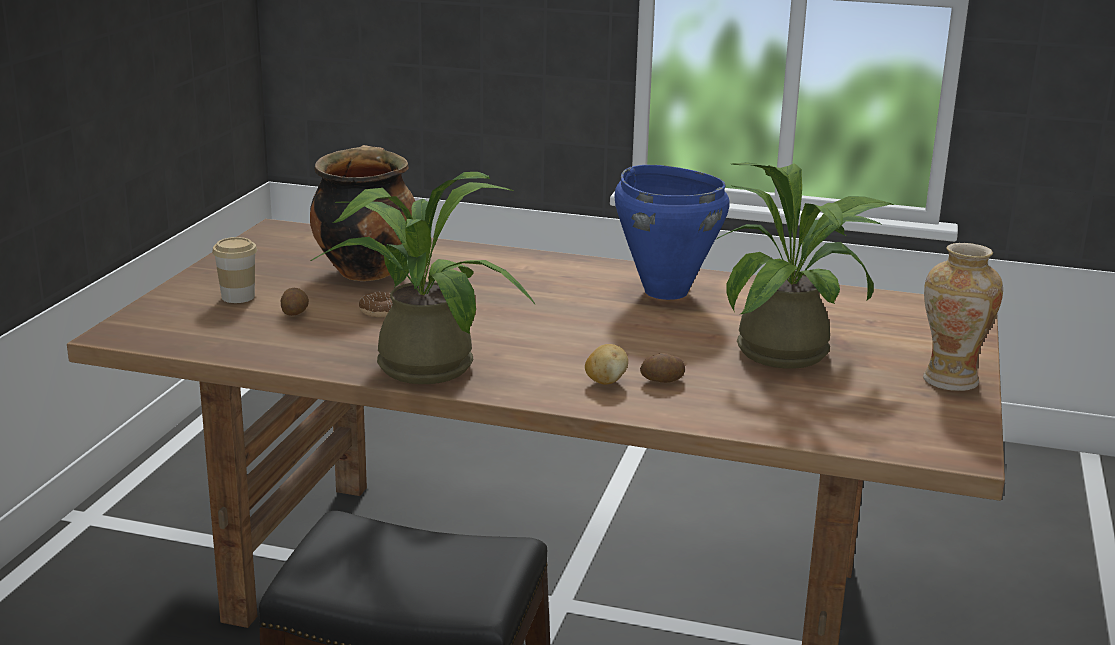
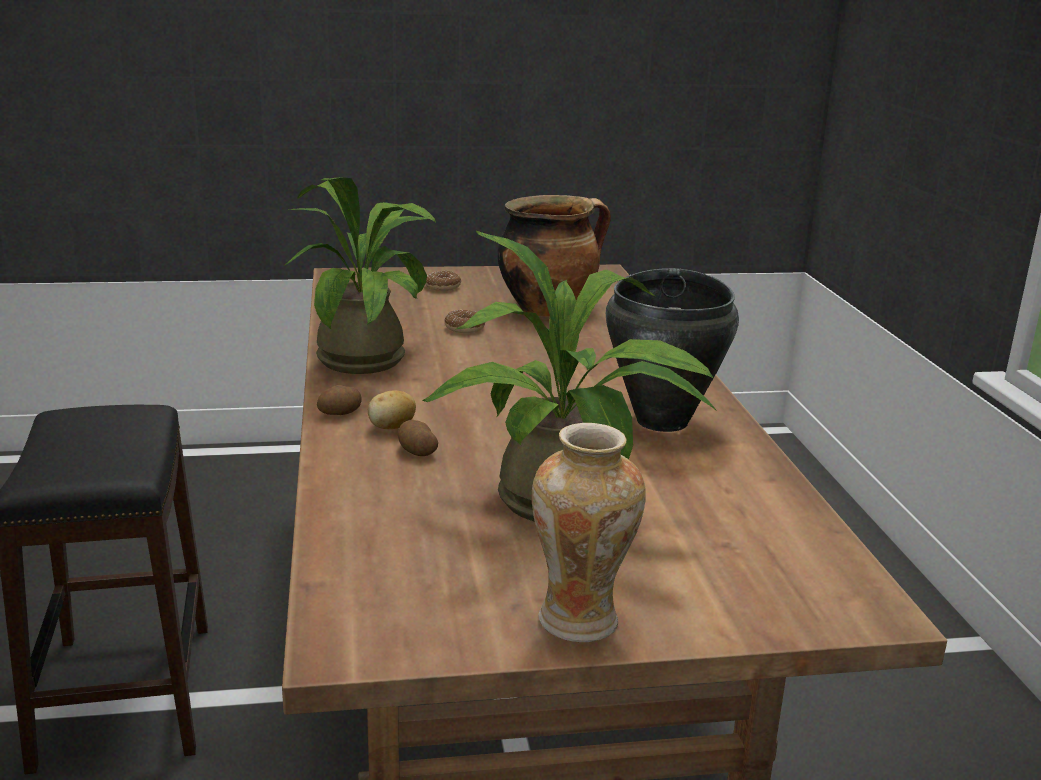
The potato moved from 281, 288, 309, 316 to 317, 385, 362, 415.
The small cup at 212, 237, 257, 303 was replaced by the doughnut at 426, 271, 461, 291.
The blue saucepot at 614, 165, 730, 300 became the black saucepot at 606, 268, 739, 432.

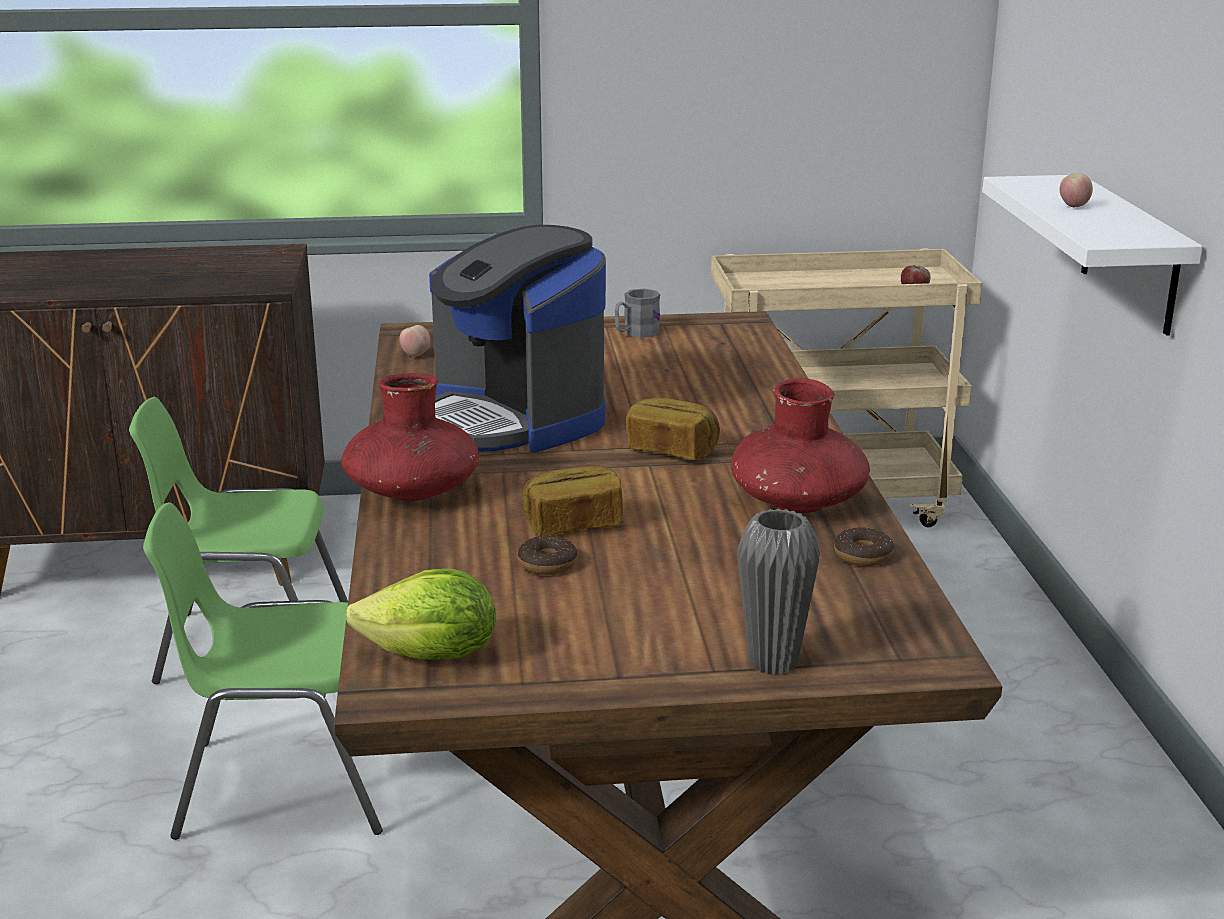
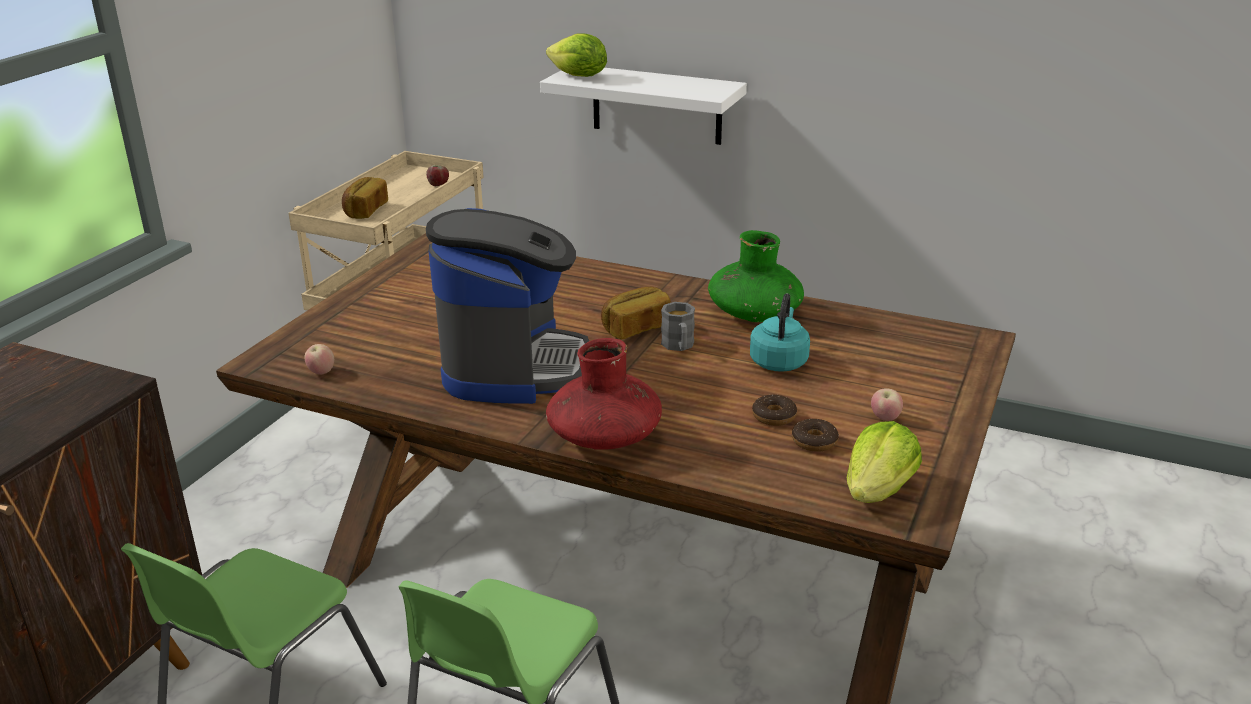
The gray vase at 737, 509, 820, 675 disappeared.
The head of lettuce at 546, 33, 607, 77 appeared.
The blue-green kettle at 750, 293, 810, 372 appeared.
The bread moved from 522, 466, 623, 536 to 342, 177, 388, 219.
The gray mug moved from 615, 289, 660, 338 to 661, 302, 695, 351.
The doughnut moved from 834, 527, 894, 566 to 792, 419, 839, 452.
The whole apple moved from 1060, 173, 1093, 207 to 871, 388, 903, 421.
The red vase at 731, 378, 870, 513 became the green-coloured vase at 708, 230, 804, 322.
The coffee machine at 429, 225, 606, 453 turned 75 degrees counterclockwise.

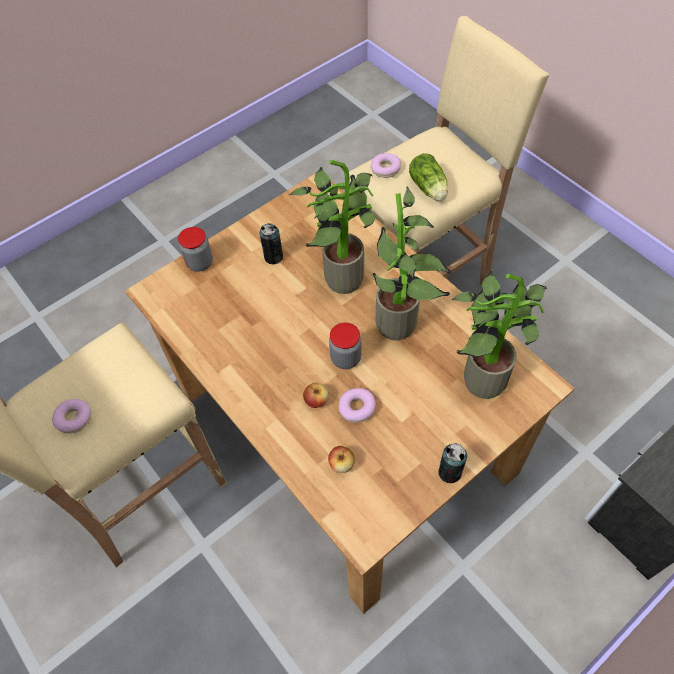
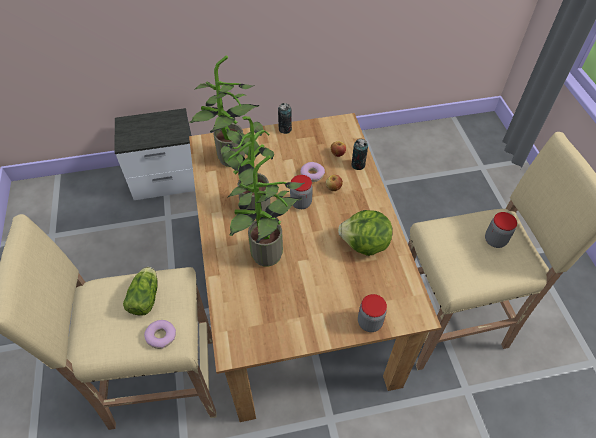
The head of lettuce at 338, 210, 392, 256 appeared.
The sealed can moved from 260, 223, 283, 265 to 351, 139, 368, 170.
The doughnut at 52, 399, 92, 433 was replaced by the storage jar at 485, 212, 517, 248.

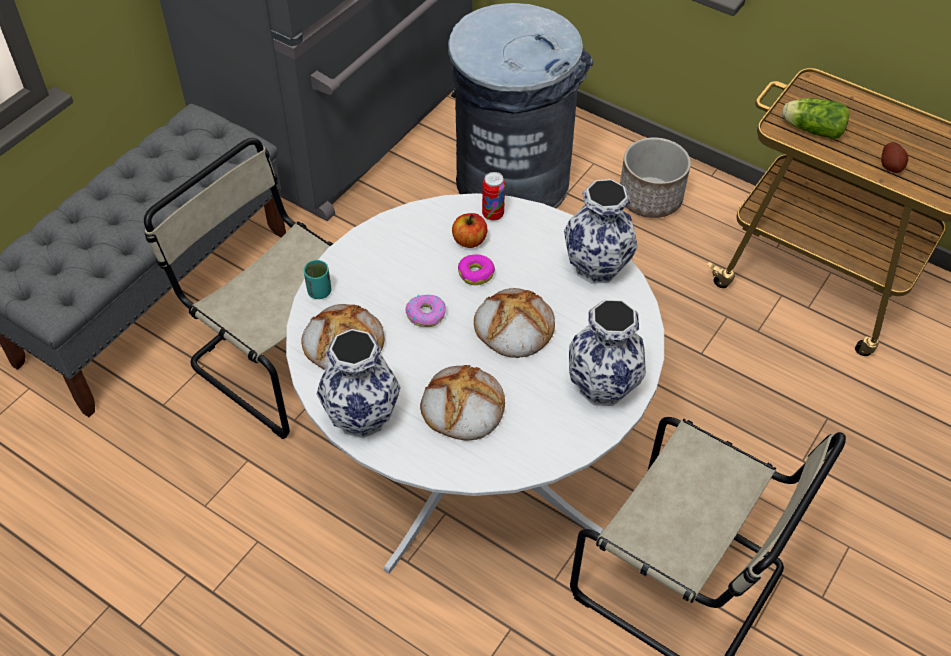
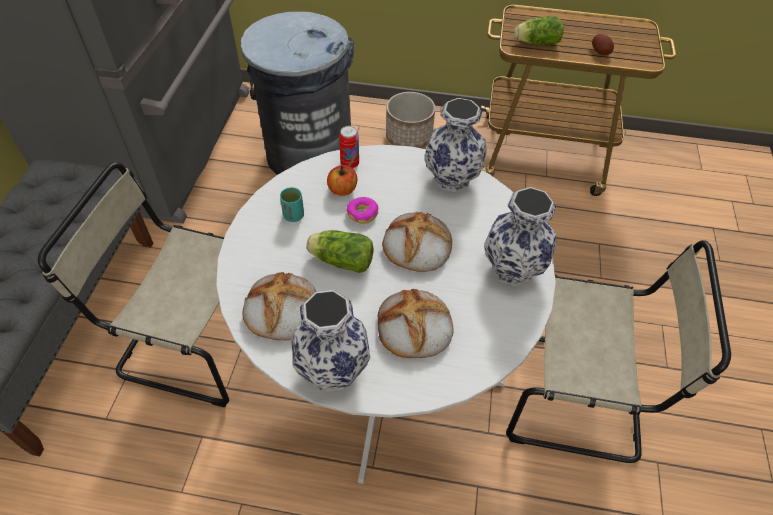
The blue-green small cup moved from 304, 260, 332, 299 to 280, 187, 304, 222.
The doughnut at 406, 294, 446, 327 was replaced by the head of lettuce at 306, 230, 374, 273.

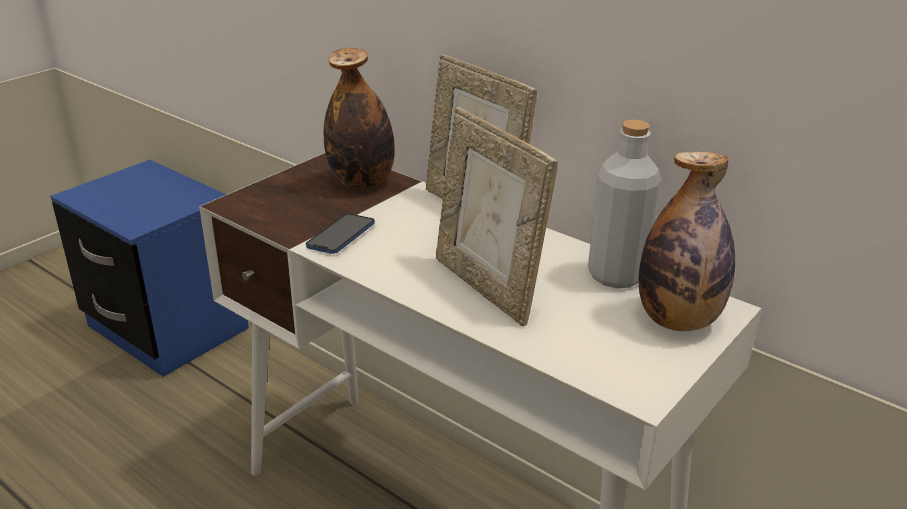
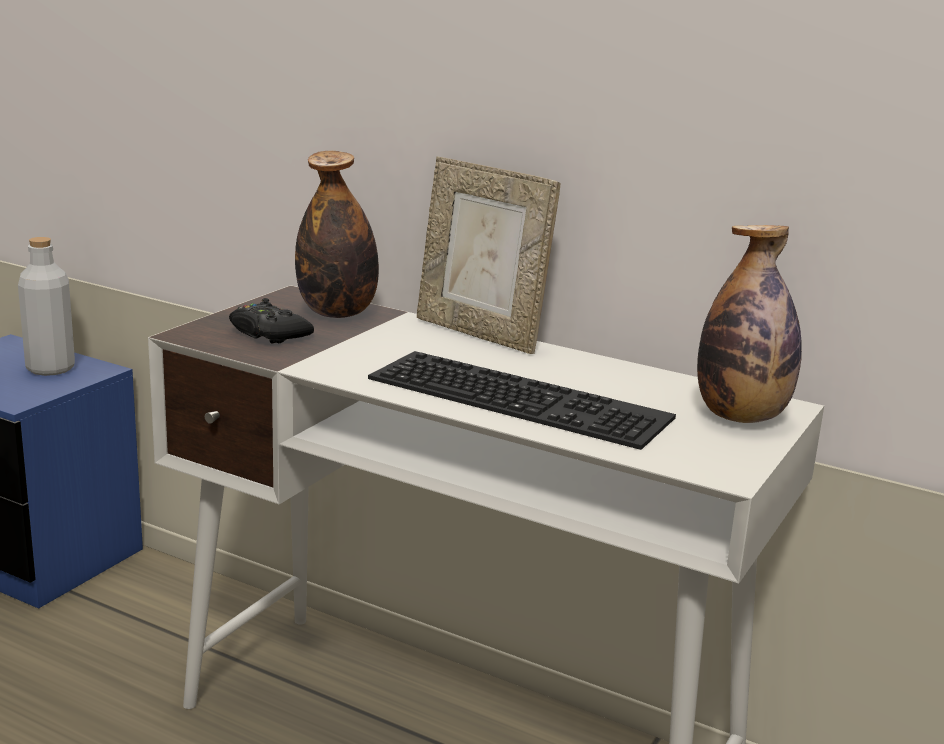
The telephone at 306, 214, 375, 254 disappeared.
The black game controller at 229, 298, 314, 343 appeared.
The gray beverage bottle moved from 588, 120, 661, 288 to 18, 237, 75, 376.
The standing frame at 436, 107, 558, 326 was replaced by the keyboard at 368, 351, 676, 450.

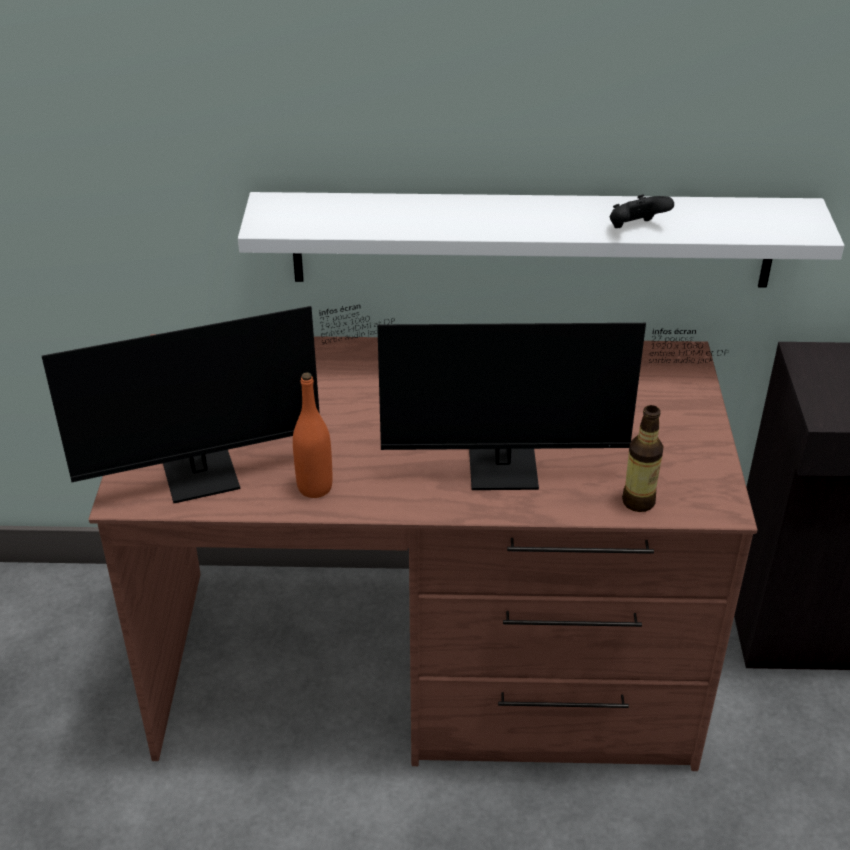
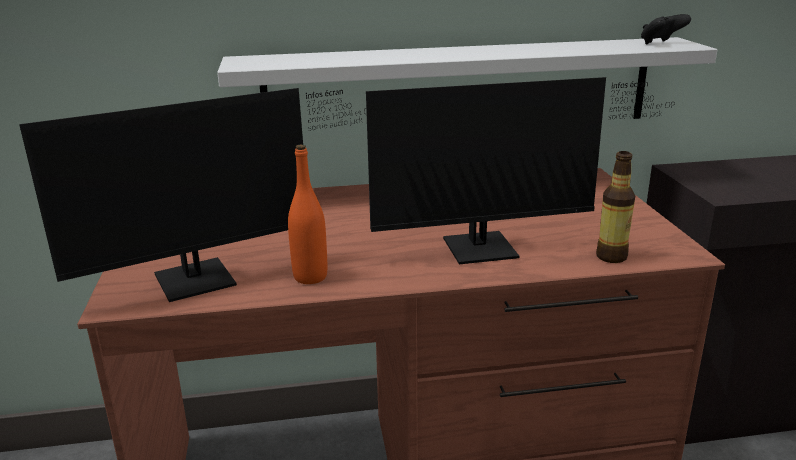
The black game controller moved from 610, 194, 674, 228 to 641, 14, 691, 44.

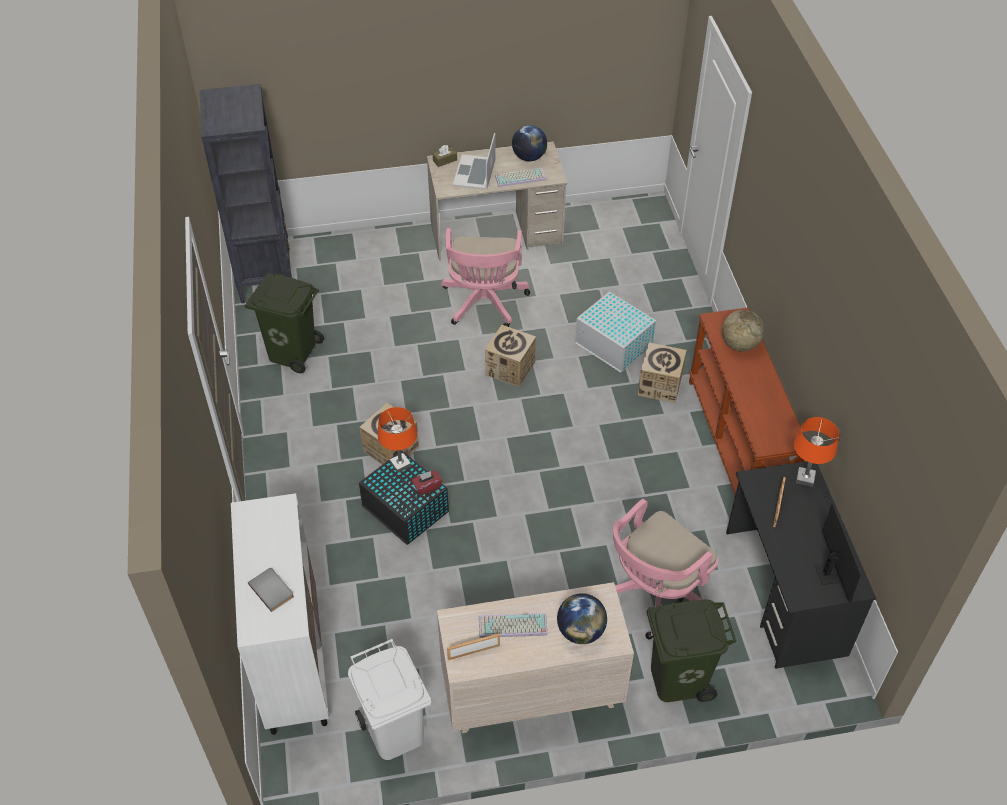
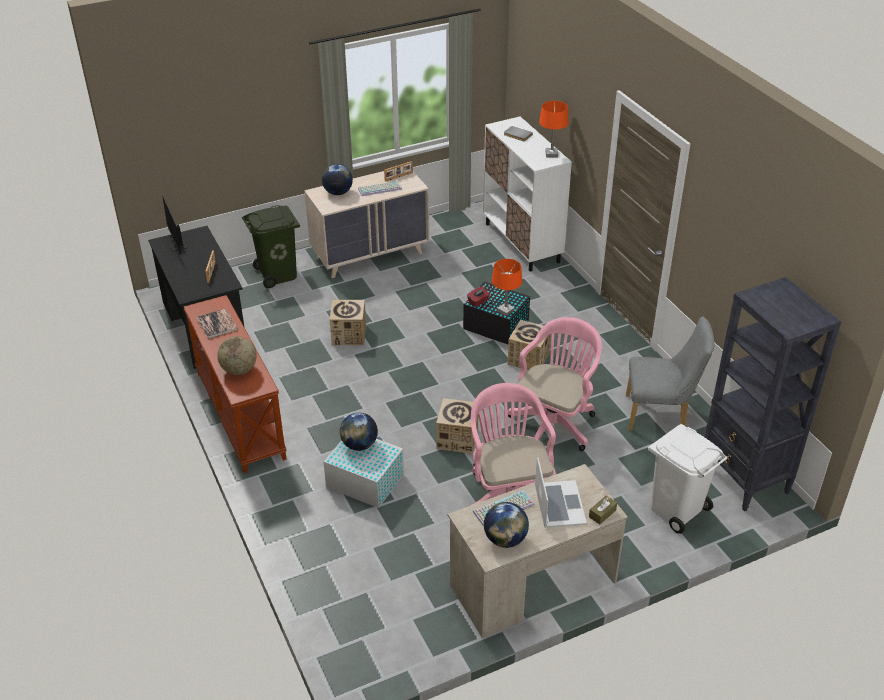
The book at 197, 308, 238, 339 appeared.
The globe at 340, 413, 378, 451 appeared.
The white-coloured rubbish bin moved from 348, 639, 432, 760 to 648, 424, 728, 534.
The pink-coloured office chair moved from 613, 499, 718, 639 to 508, 317, 602, 451.
The packing box moved from 638, 343, 686, 403 to 330, 300, 366, 345.
The orange-coloured lamp for a table moved from 794, 417, 839, 487 to 539, 101, 569, 158.
The green-coloured rubbish bin at 245, 273, 324, 373 was replaced by the gray chair at 626, 316, 714, 431.

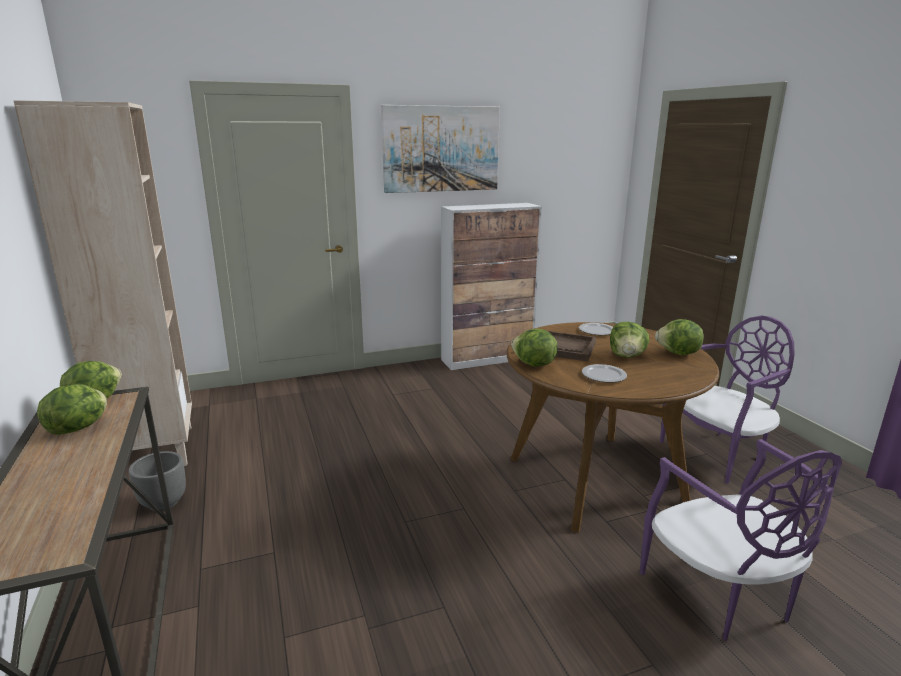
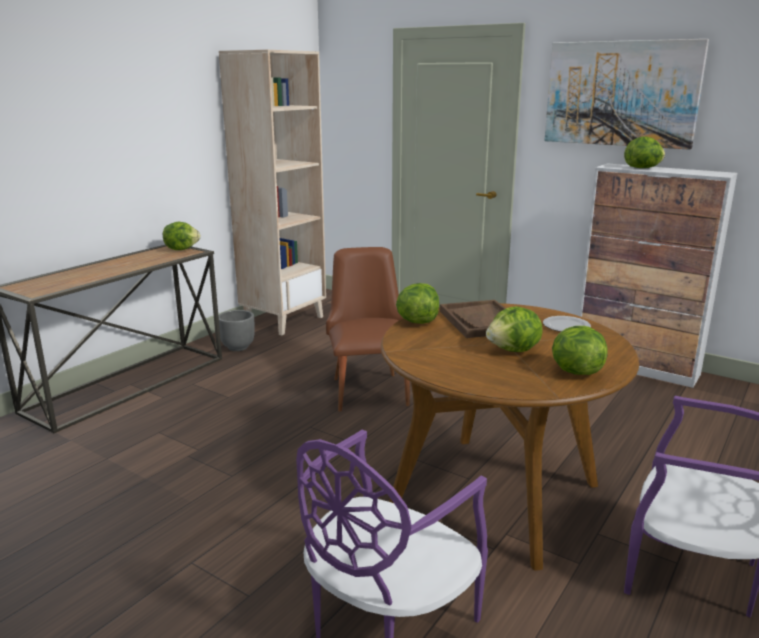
The flat dish at 582, 364, 627, 383 disappeared.
The brownish chair at 326, 247, 410, 411 appeared.
The head of lettuce moved from 37, 384, 107, 435 to 624, 136, 665, 168.

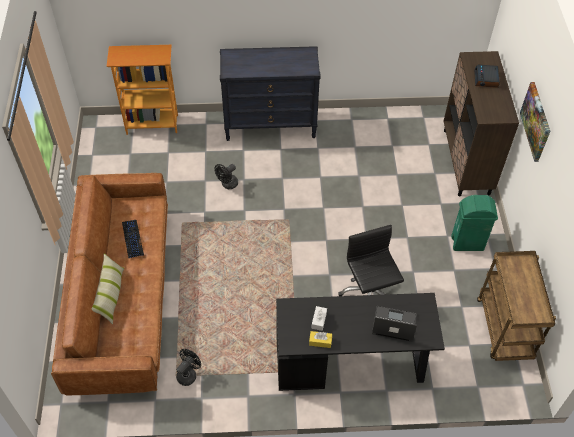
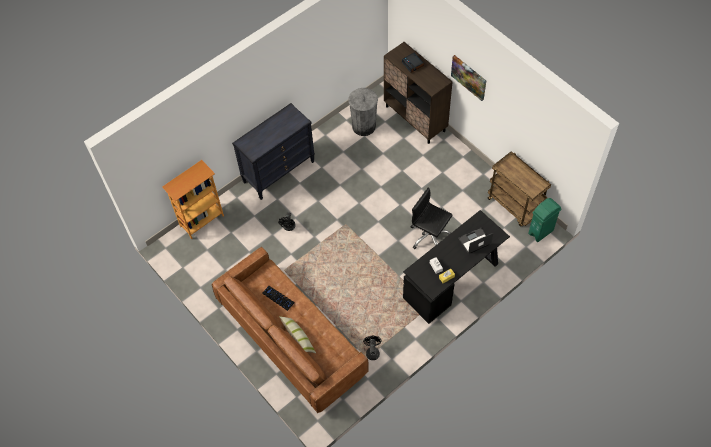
The gray rubbish bin at 348, 88, 378, 136 appeared.
The green-coloured rubbish bin moved from 451, 195, 498, 251 to 528, 198, 561, 242.

